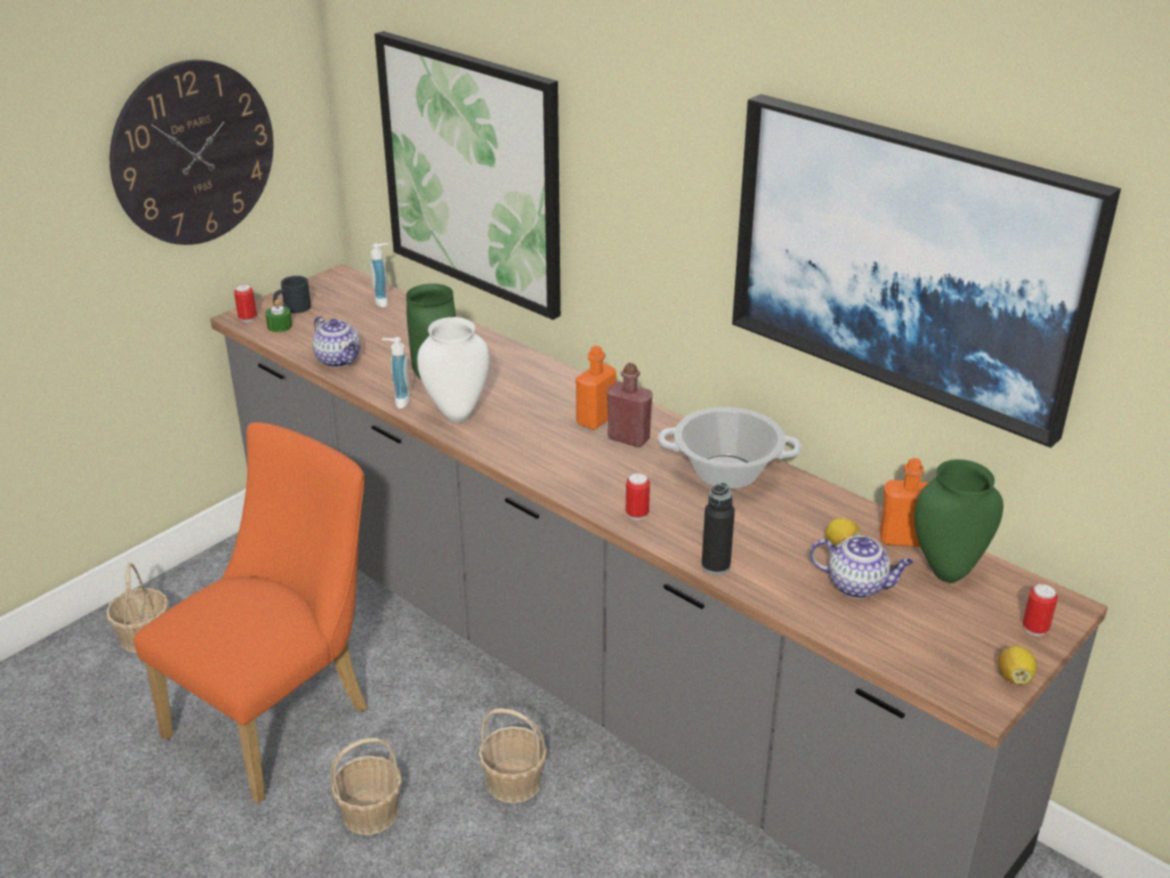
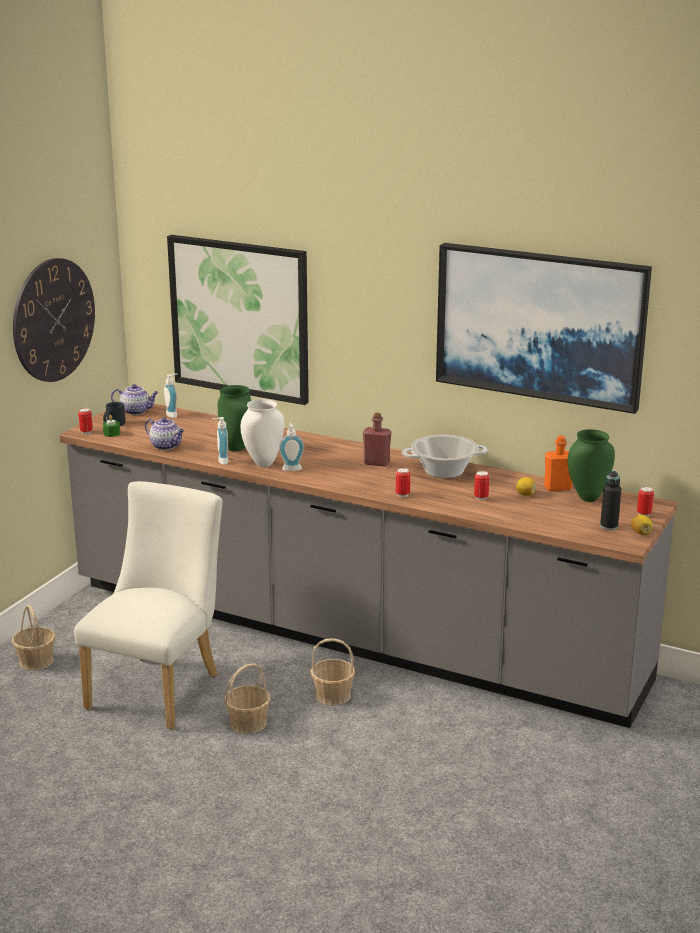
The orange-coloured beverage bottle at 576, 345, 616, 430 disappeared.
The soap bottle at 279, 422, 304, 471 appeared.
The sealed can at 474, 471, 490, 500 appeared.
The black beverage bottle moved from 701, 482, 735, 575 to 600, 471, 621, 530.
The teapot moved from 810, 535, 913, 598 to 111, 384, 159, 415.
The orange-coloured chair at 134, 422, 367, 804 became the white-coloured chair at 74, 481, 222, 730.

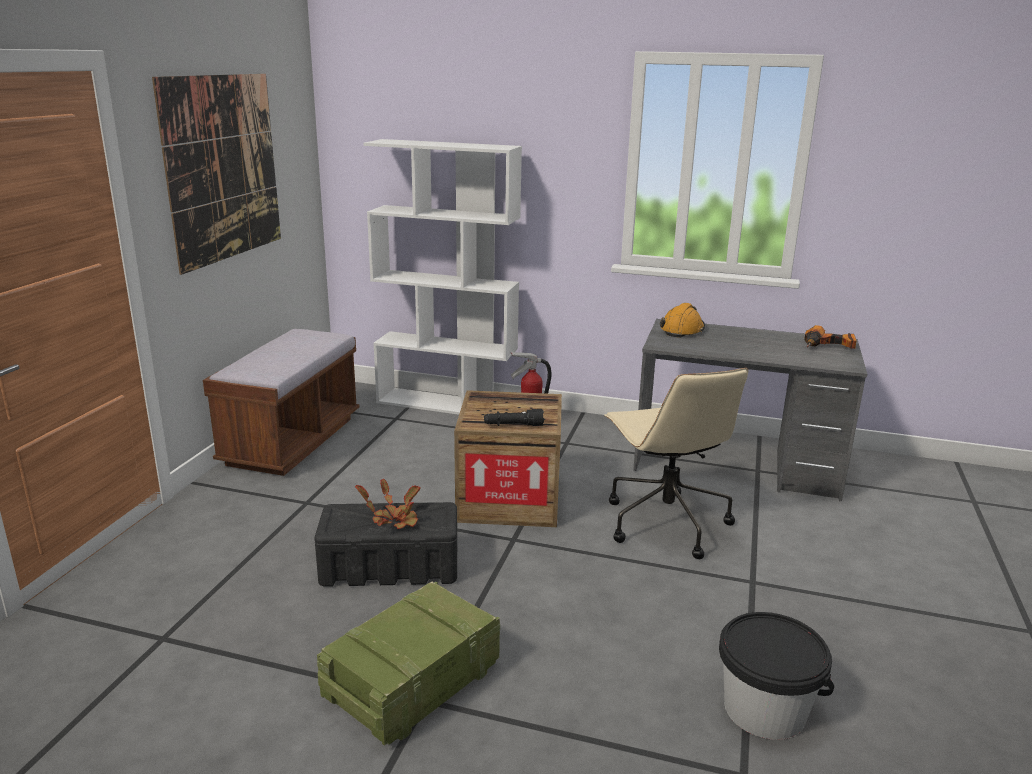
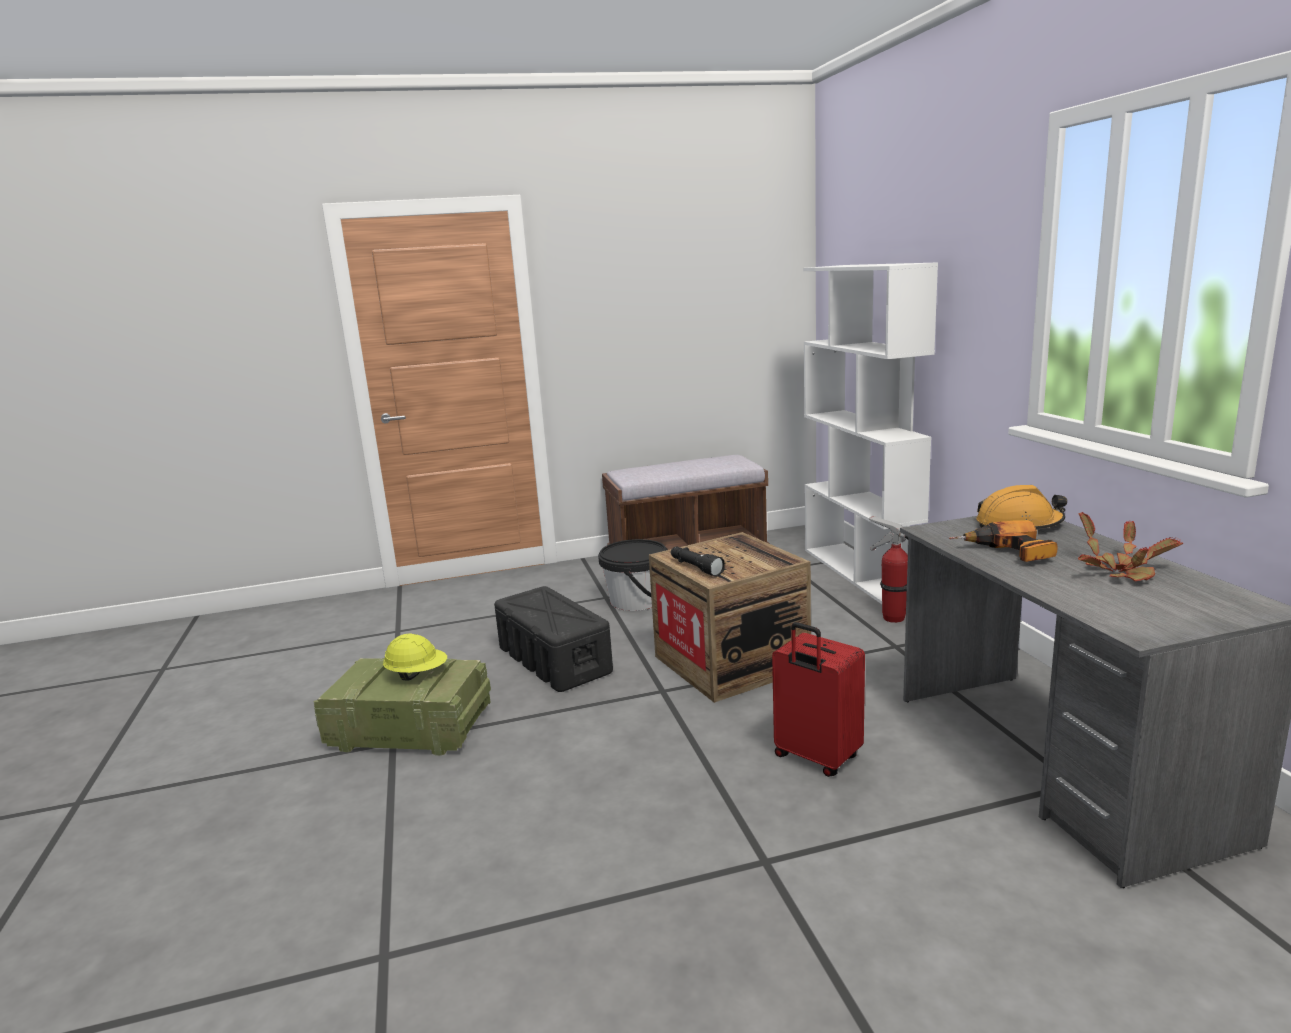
The picture at 152, 74, 281, 275 disappeared.
The yellow safety helmet at 383, 634, 447, 681 appeared.
The potted plant moved from 355, 478, 421, 529 to 1078, 512, 1183, 581.
The black water bucket moved from 719, 612, 834, 740 to 598, 539, 668, 611.
The power drill moved from 804, 325, 857, 349 to 949, 520, 1058, 562.
The sand-coloured office chair at 604, 368, 748, 559 was replaced by the red piece of luggage at 772, 622, 865, 777.

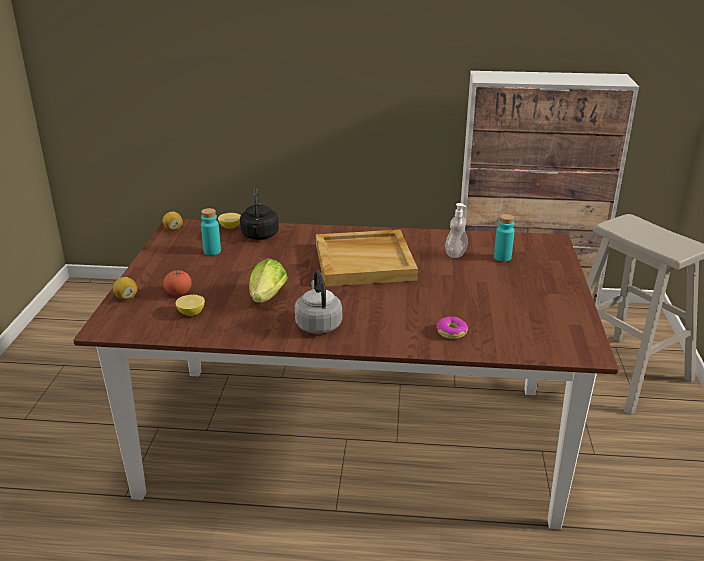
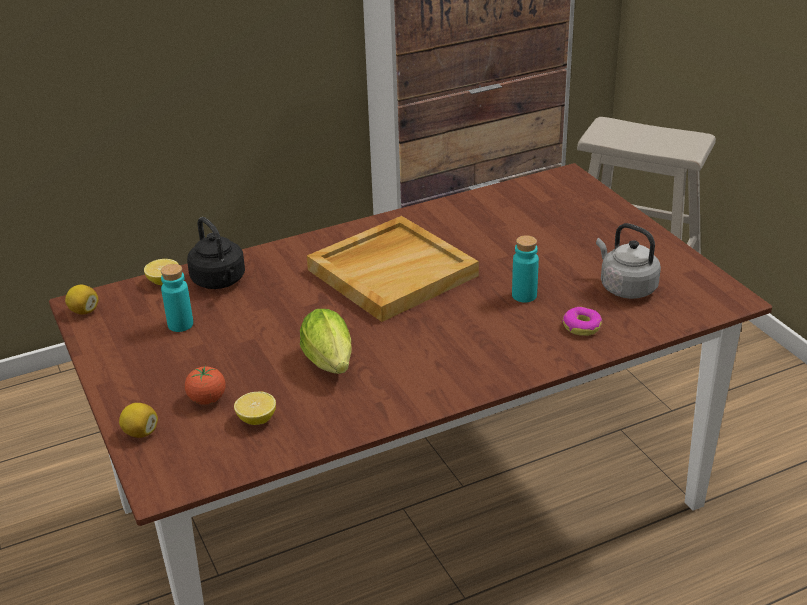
The soap bottle at 445, 203, 468, 258 disappeared.
The gray kettle moved from 295, 271, 342, 334 to 596, 223, 661, 299.
The blue-green beverage bottle moved from 494, 214, 515, 262 to 512, 235, 539, 303.

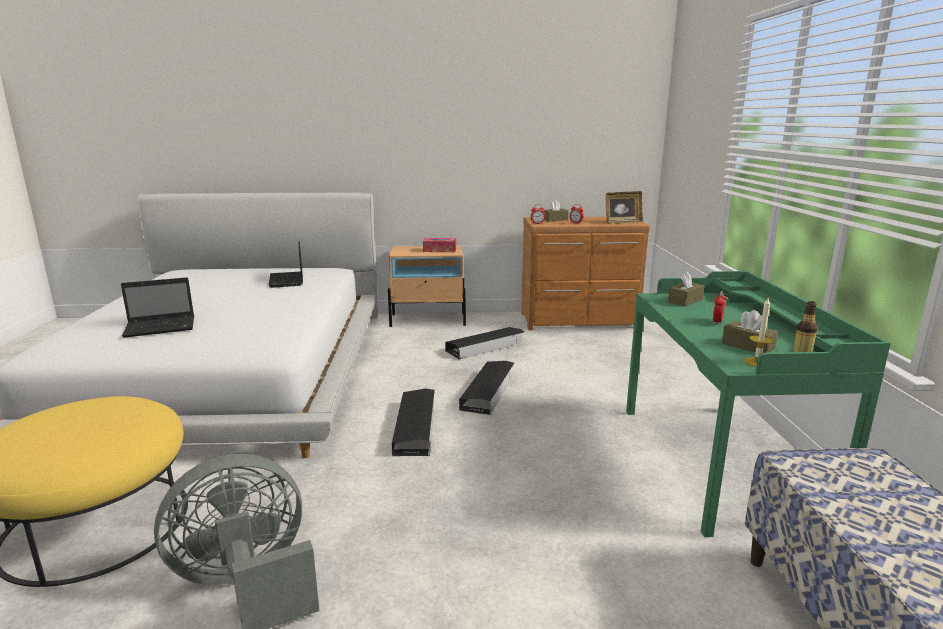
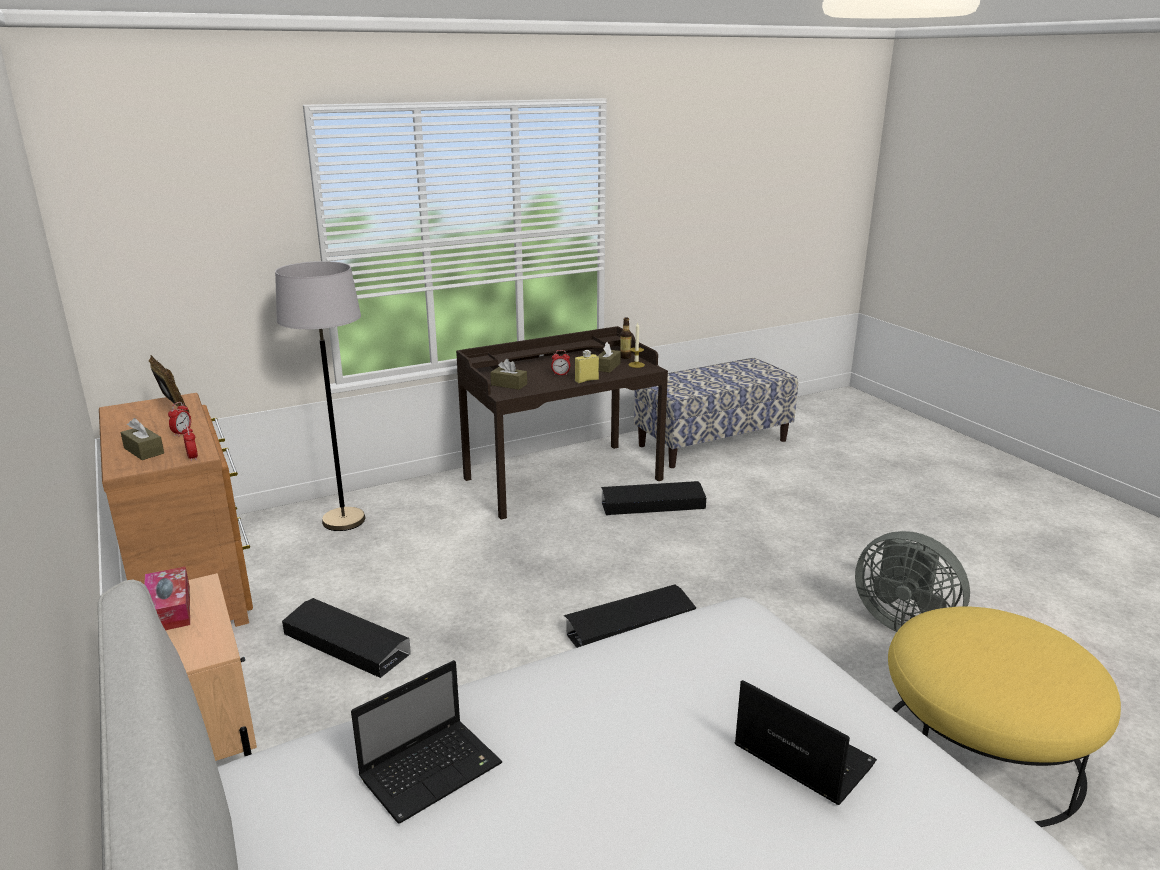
The gray floor lamp at 275, 261, 365, 531 appeared.
The yellow beverage bottle at 575, 350, 599, 383 appeared.
The black storage container moved from 459, 361, 514, 415 to 601, 481, 706, 515.
The green-coloured desk unit at 626, 271, 891, 537 became the brownish desk unit at 456, 326, 668, 520.

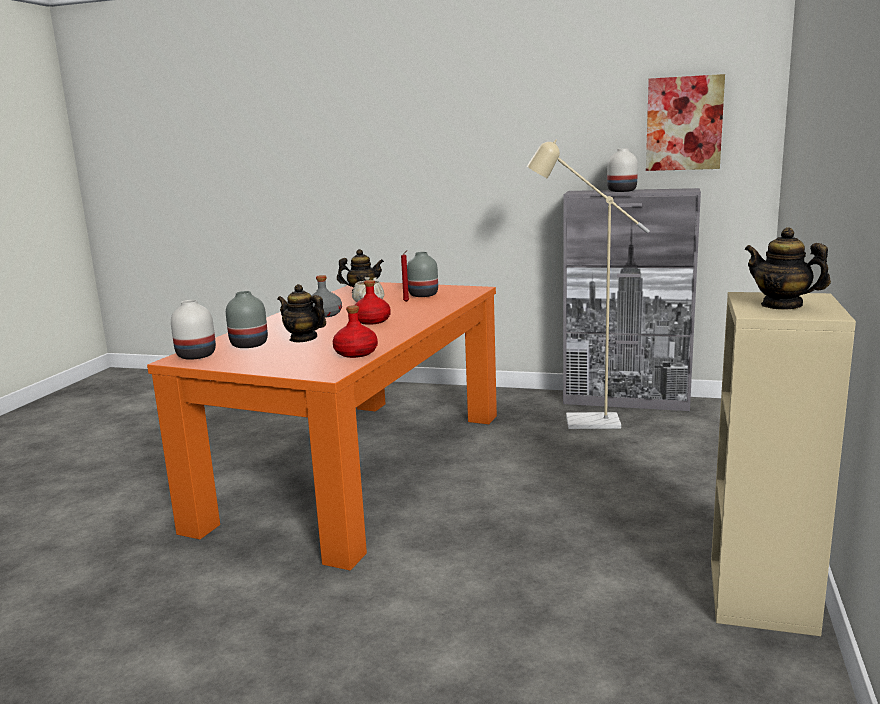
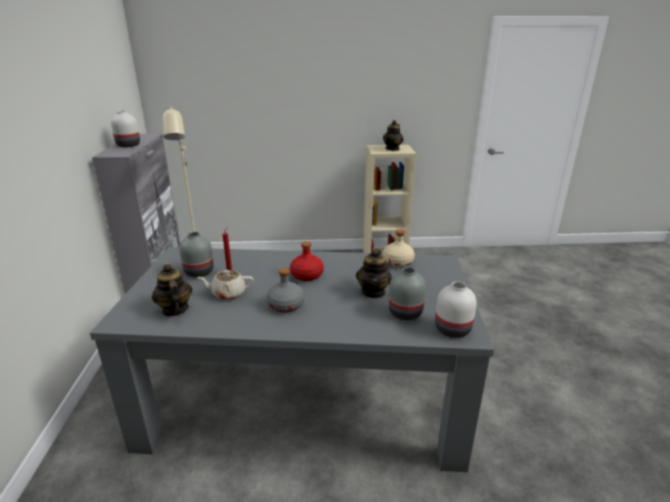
The picture at 646, 74, 725, 171 disappeared.
The orange-coloured kitchen table at 147, 282, 497, 570 became the gray kitchen table at 90, 247, 494, 472.
The red beverage bottle at 333, 305, 378, 358 became the sand-coloured beverage bottle at 383, 229, 415, 267.

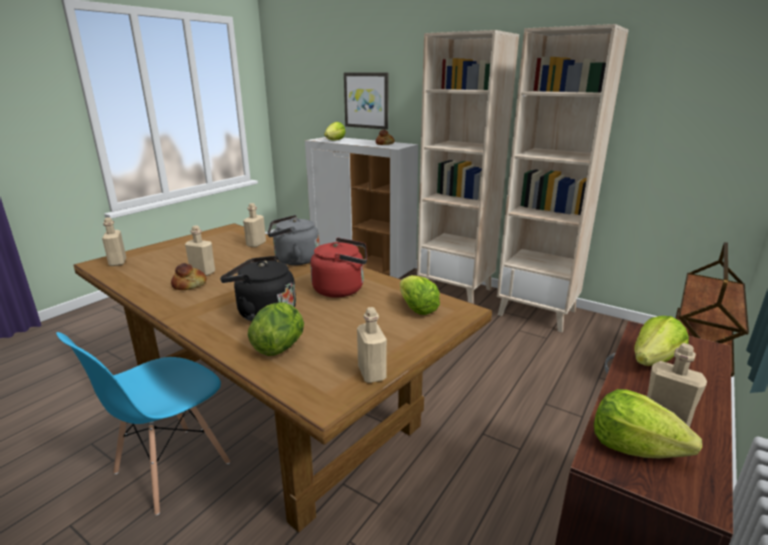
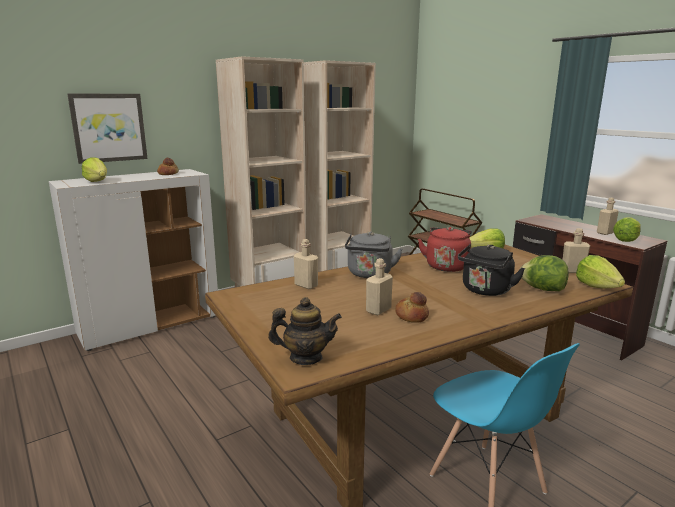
The head of lettuce moved from 634, 316, 689, 366 to 576, 255, 625, 288.
The sand-coloured beverage bottle at 102, 217, 126, 266 was replaced by the teapot at 268, 297, 342, 365.

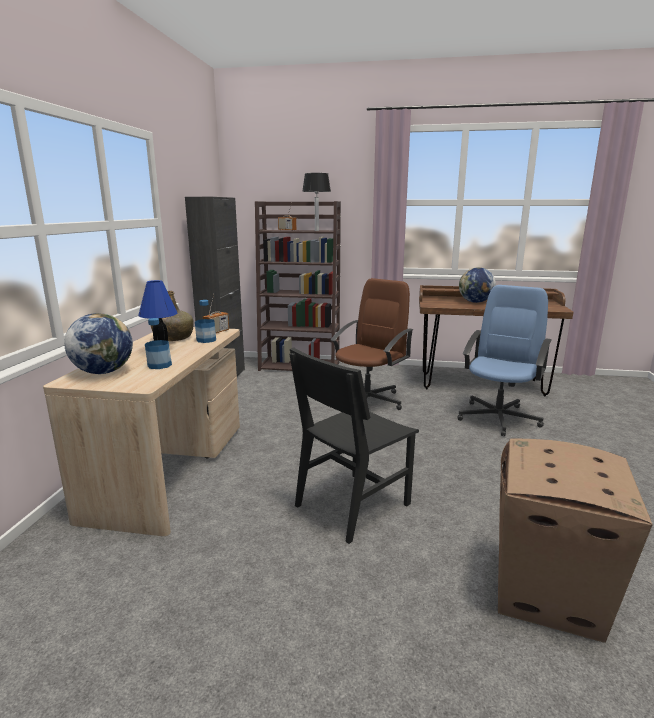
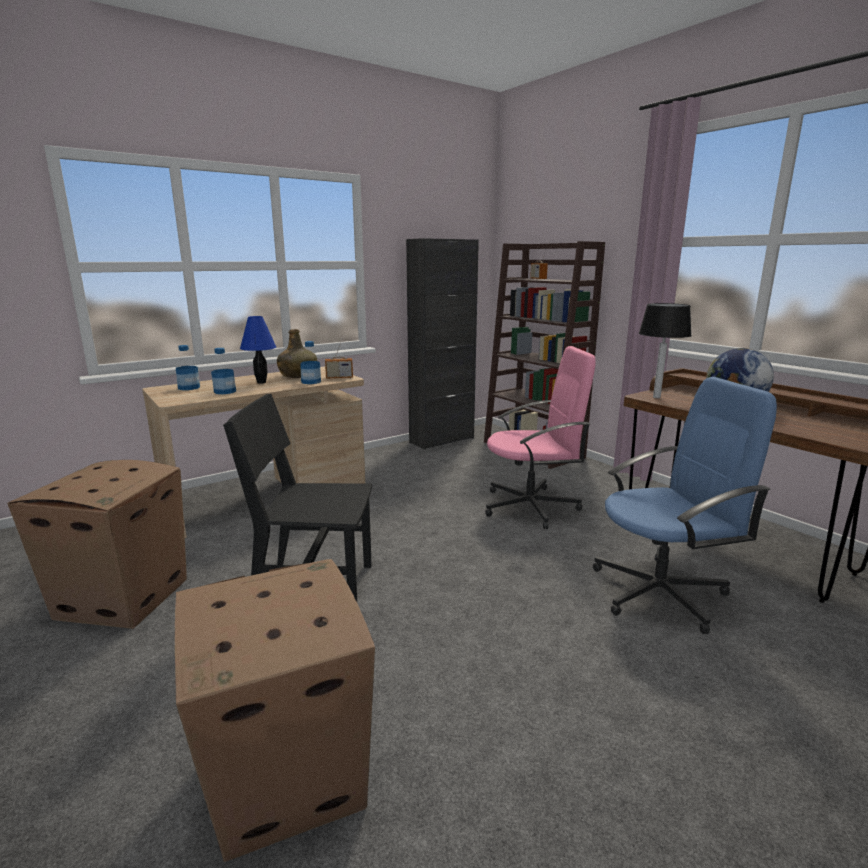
The packing box at 7, 460, 187, 629 appeared.
The lamp for a table moved from 302, 173, 331, 231 to 639, 303, 692, 398.
The globe at 64, 313, 133, 374 was replaced by the beverage bottle at 176, 345, 200, 390.
The brownish office chair at 330, 278, 413, 410 became the pink-coloured office chair at 485, 346, 596, 529.

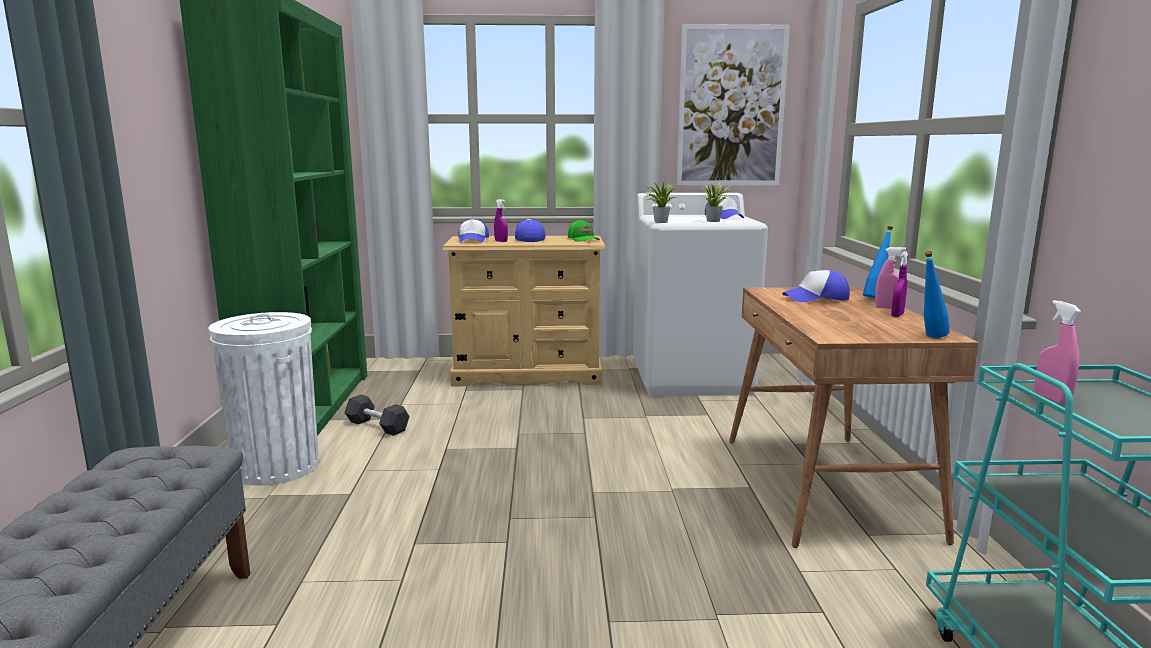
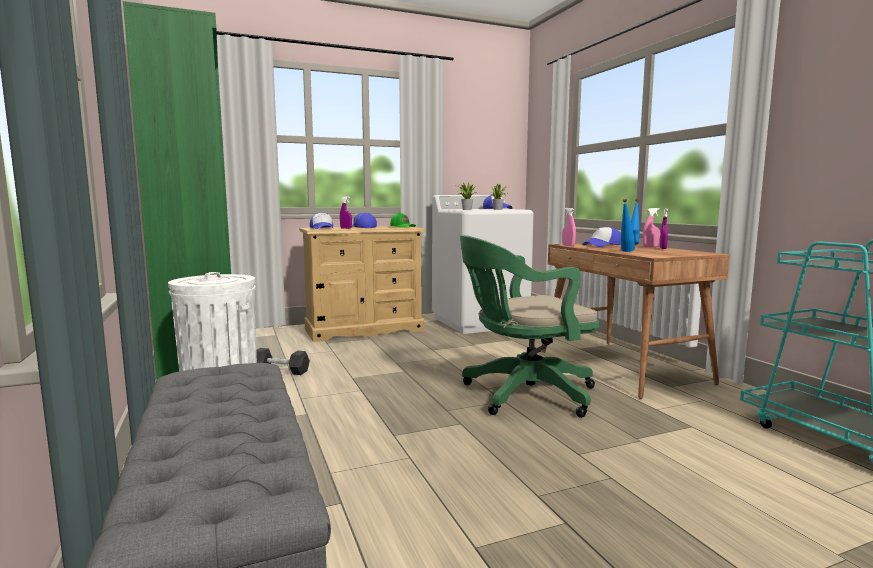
The picture at 677, 24, 790, 185 disappeared.
The green-coloured office chair at 460, 235, 599, 418 appeared.
The blue beverage bottle moved from 924, 251, 950, 338 to 621, 199, 635, 252.
The pink-coloured sprayer moved from 1035, 300, 1081, 404 to 562, 208, 576, 246.

